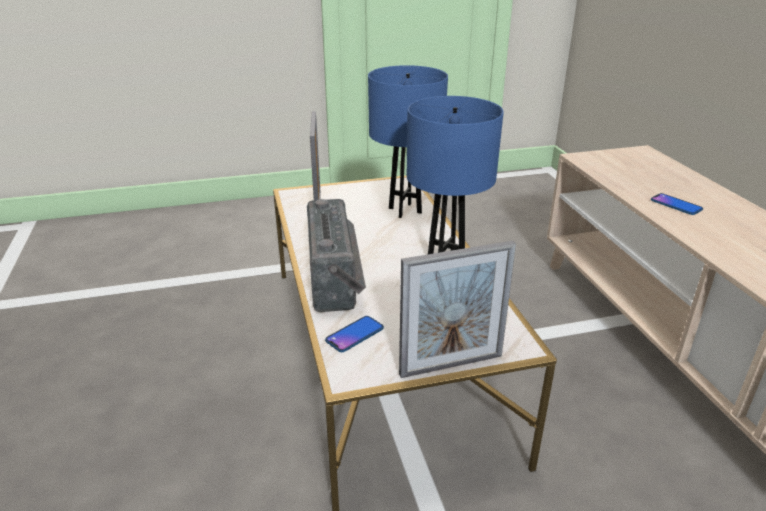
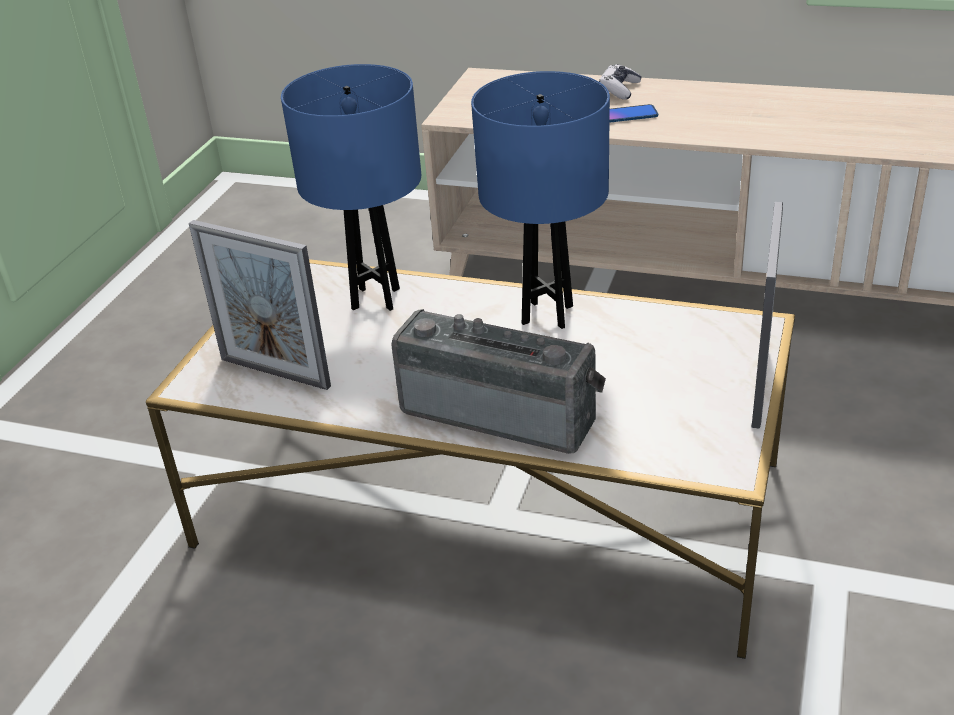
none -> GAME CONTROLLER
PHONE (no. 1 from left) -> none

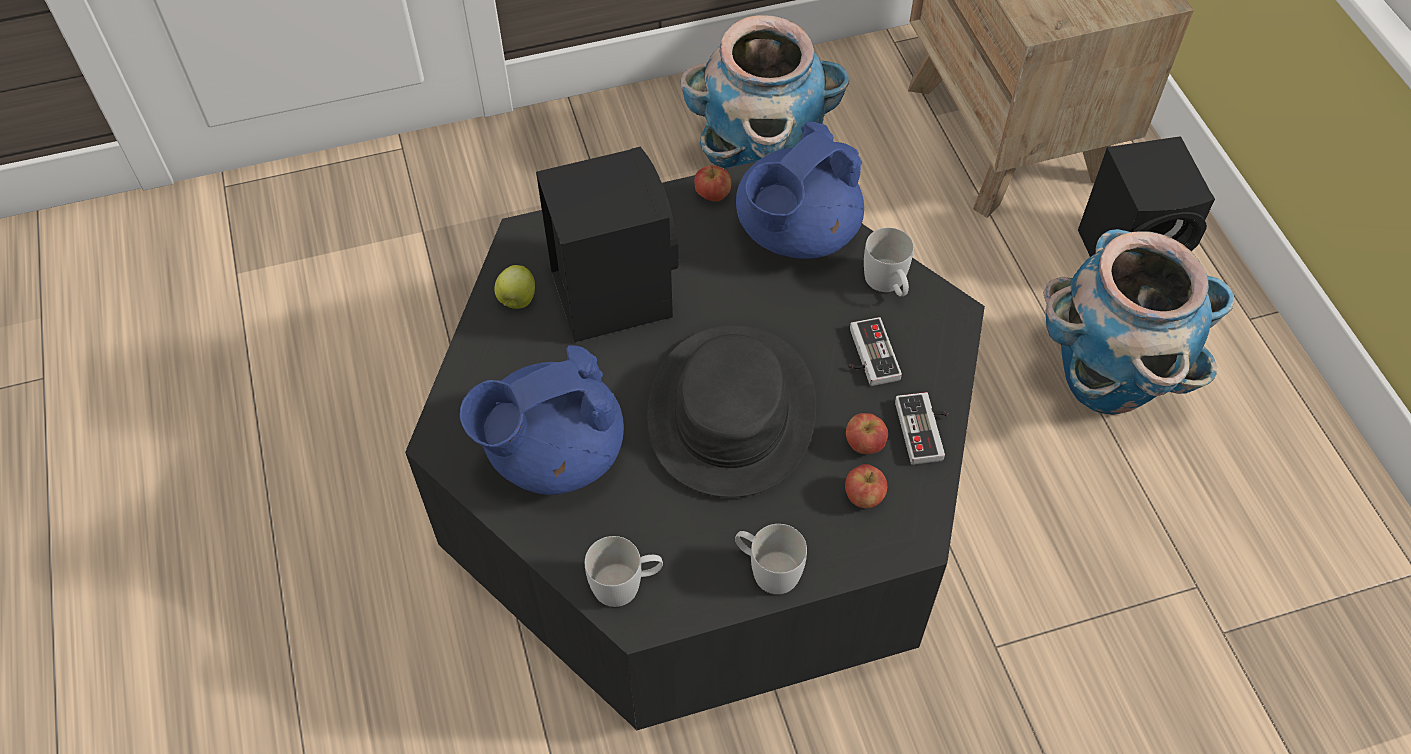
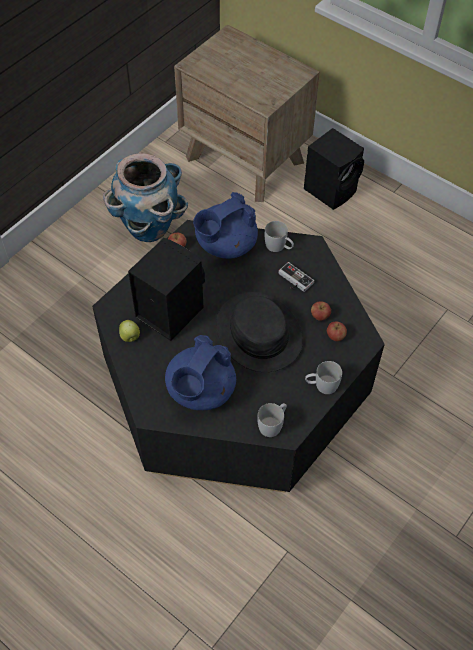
BLUE TEAPOT (no. 2 from left), 45 degrees clockwise
GAME CONTROLLER (no. 2 from left) -> none
PLANTER (no. 2 from left) -> none

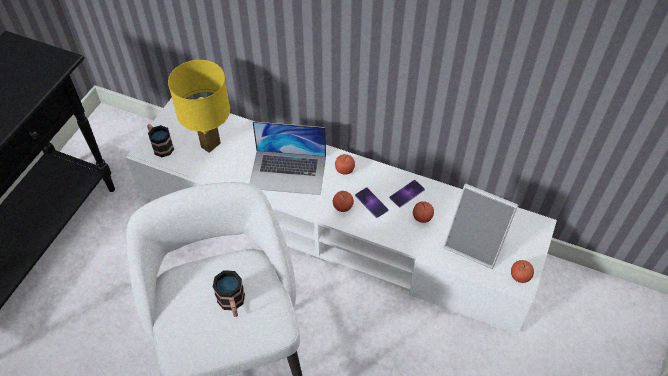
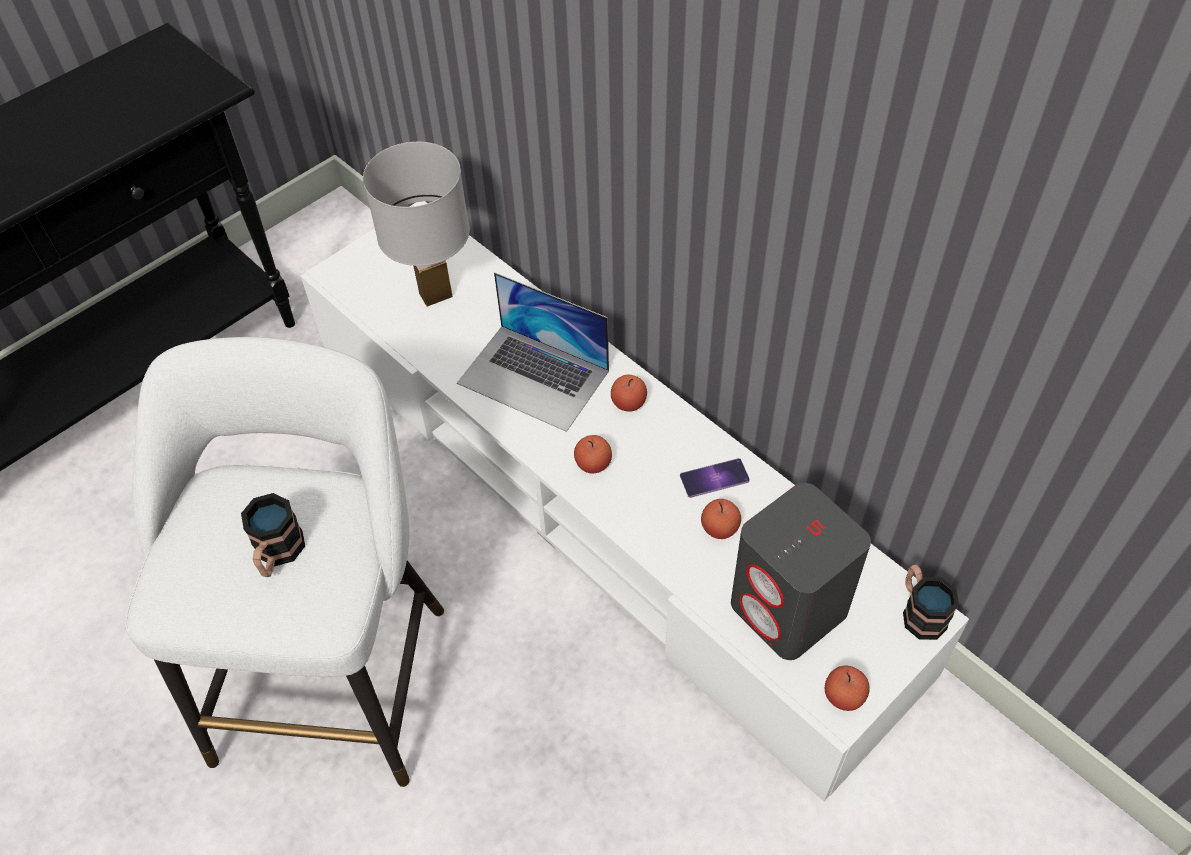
YELLOW TABLE LAMP -> WHITE TABLE LAMP
PICTURE FRAME -> GREY SPEAKER
MUG (no. 1 from left in the first image) -> MUG (no. 2 from left), shifted
PHONE (no. 1 from left) -> none

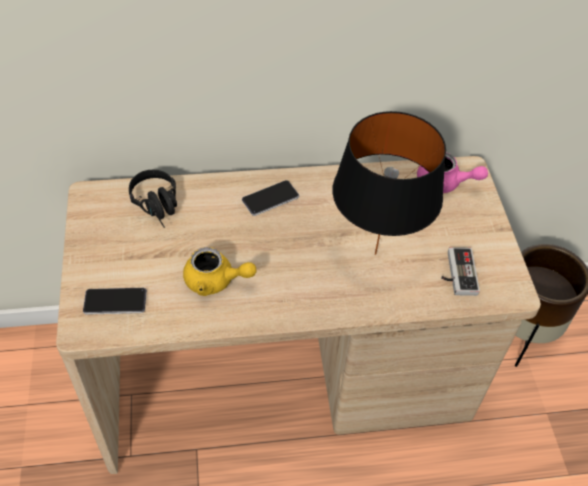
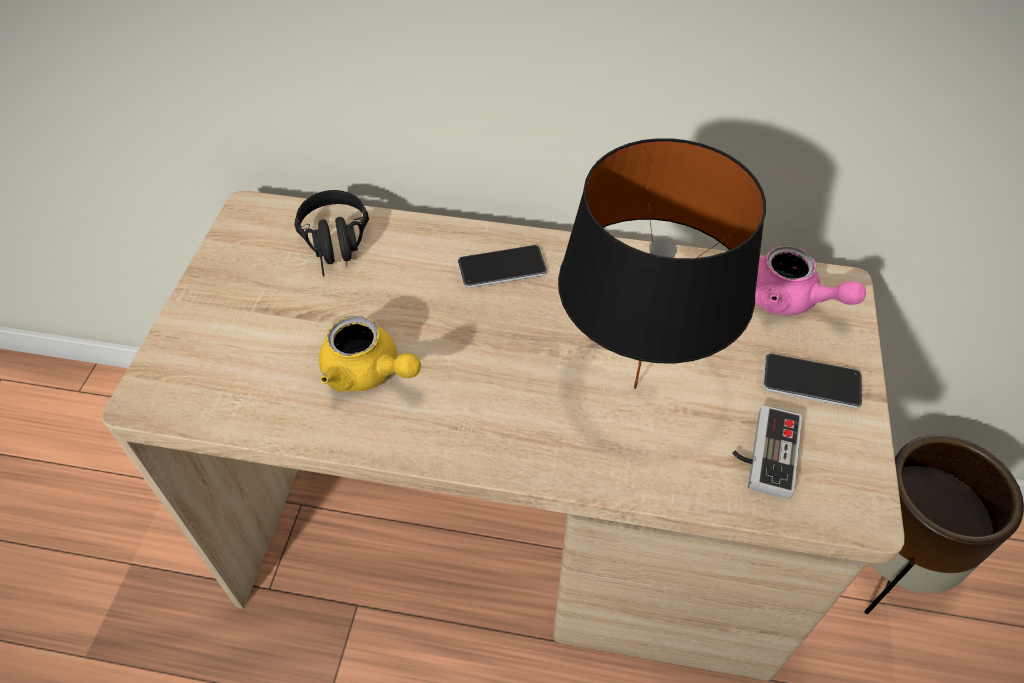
PHONE (no. 1 from left in the first image) -> PHONE (no. 2 from left), shifted

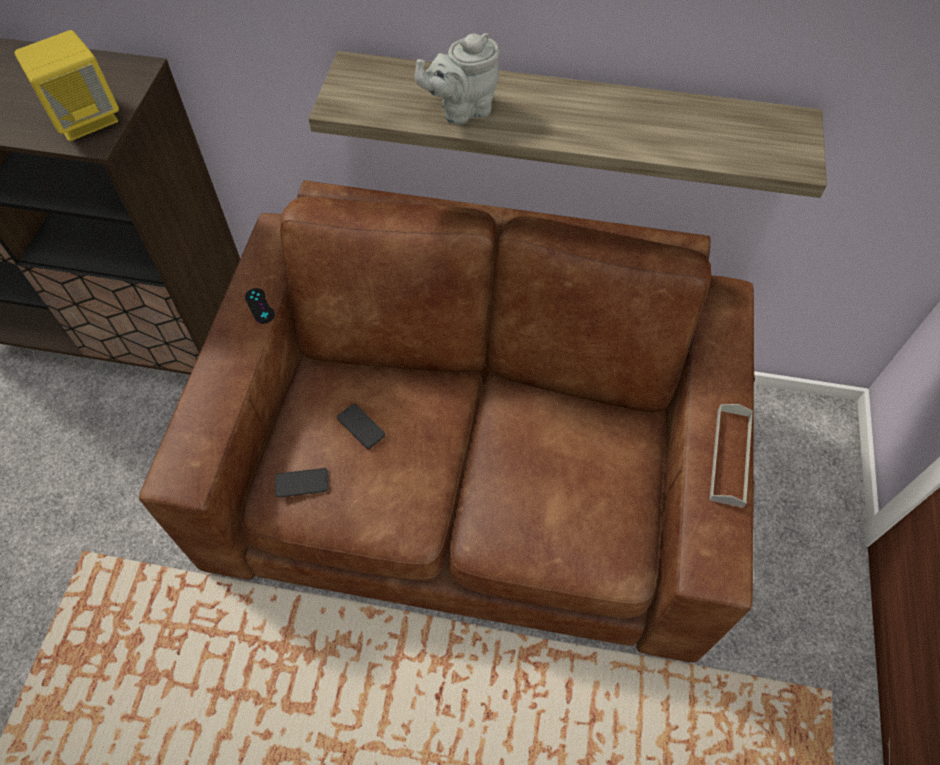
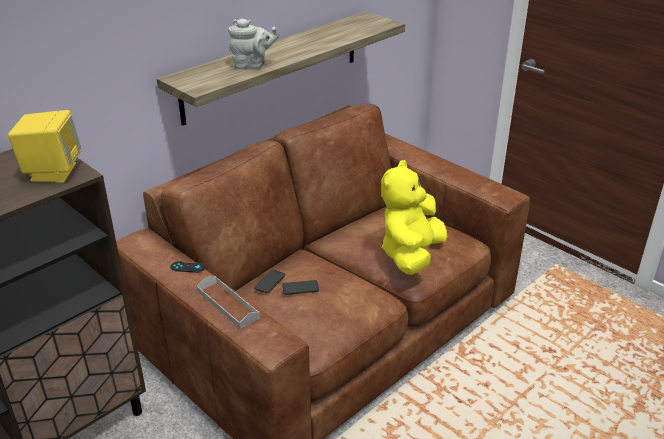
GREY TRAY, shifted
GREY TEAPOT, 105 degrees counterclockwise
PHONE (no. 1 from left), shifted
none -> YELLOW PLUSH TOY

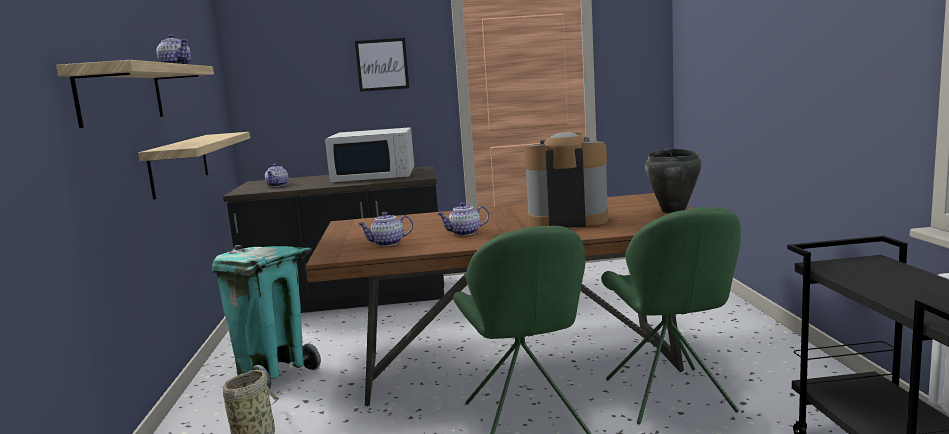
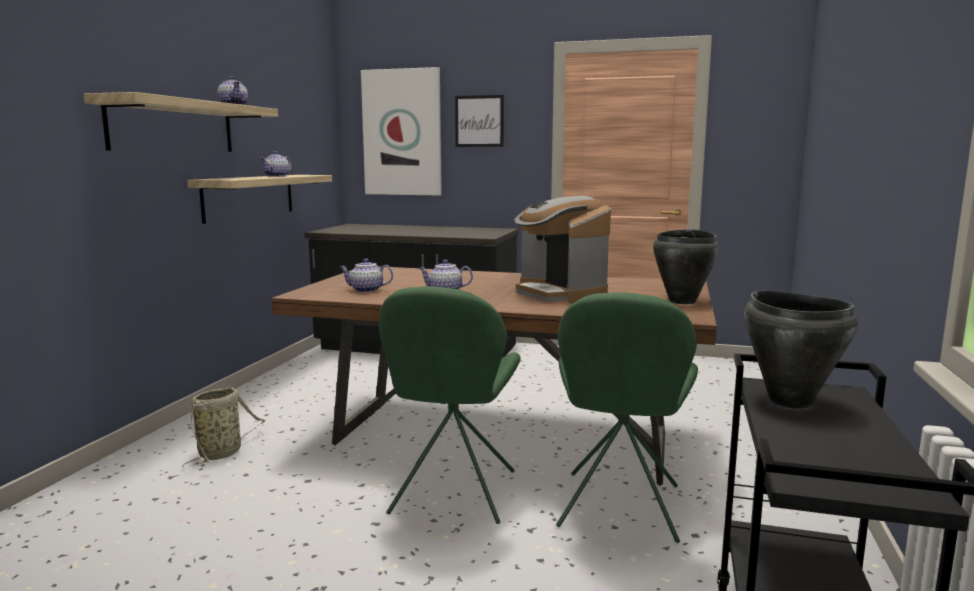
TEAPOT (no. 2 from left), shifted
none -> PICTURE (no. 1 from left)
COFFEE MACHINE, 150 degrees counterclockwise
none -> BLACK COOKING POT (no. 2 from left)
TURQUOISE TRASH CAN -> none
WHITE MICROWAVE -> none

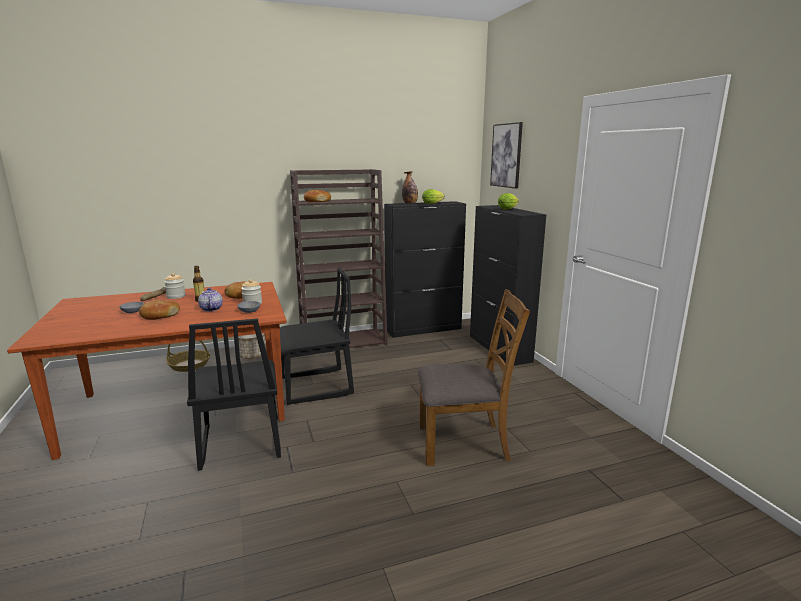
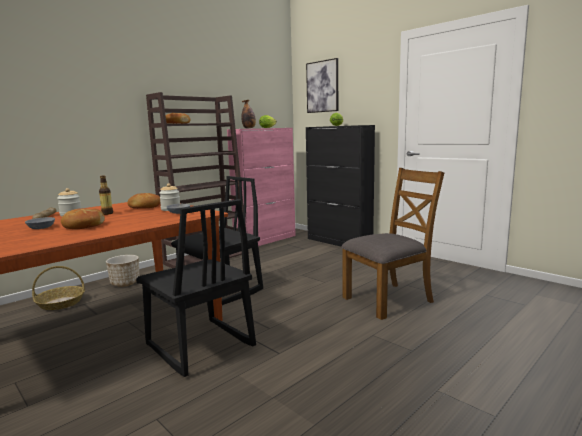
BLACK CABINET (no. 1 from left) -> PINK CABINET
TEAPOT -> none

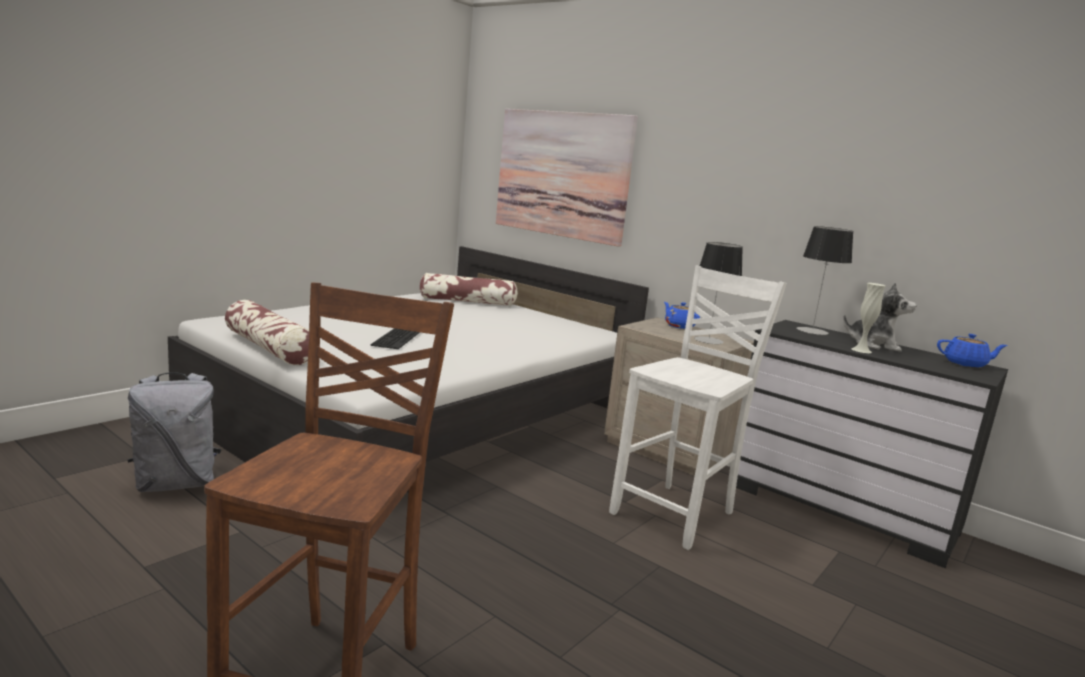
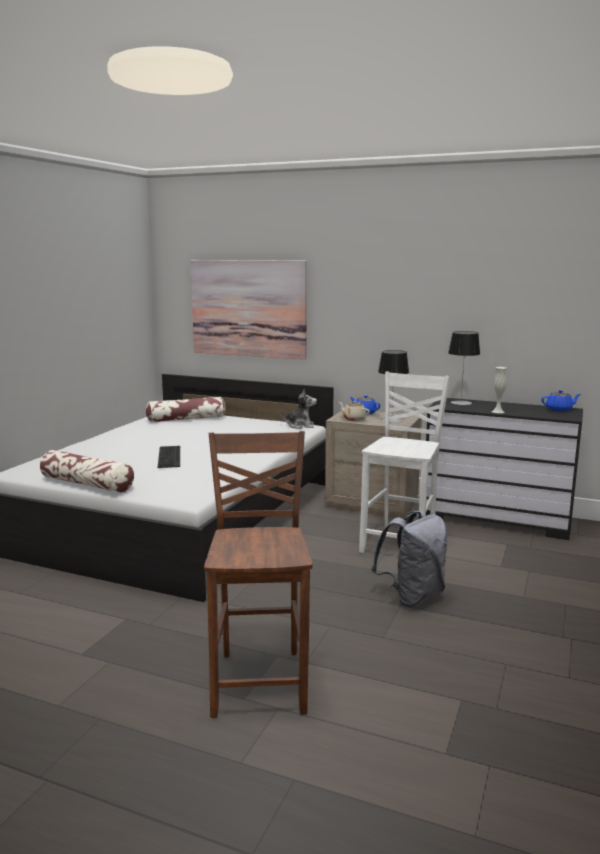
PLUSH TOY, shifted
none -> BEIGE TEAPOT
GREY BACKPACK, shifted

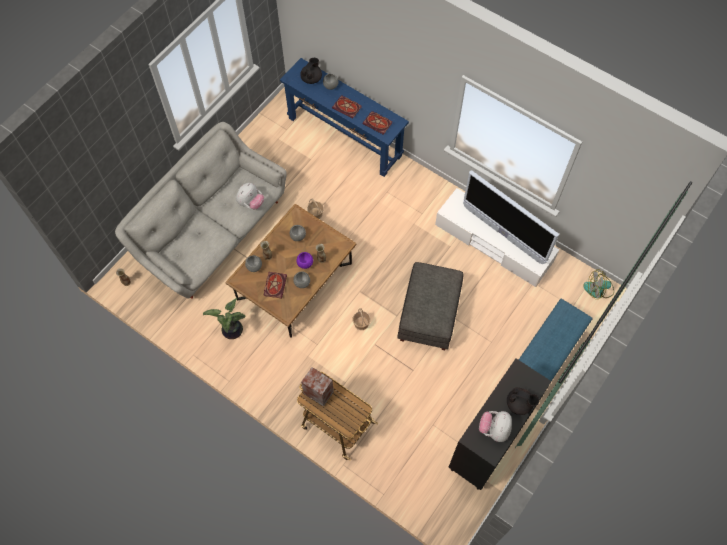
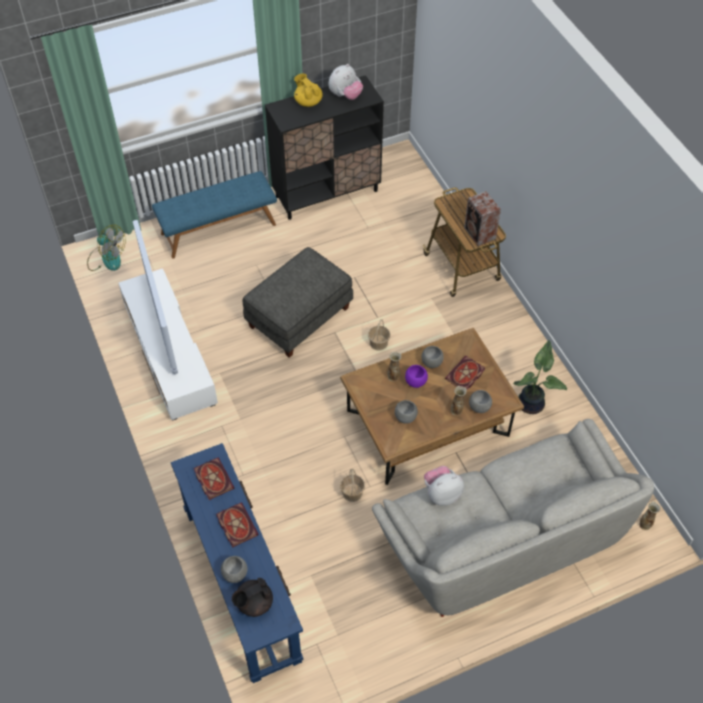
BLACK TEAPOT (no. 2 from left) -> YELLOW TEAPOT

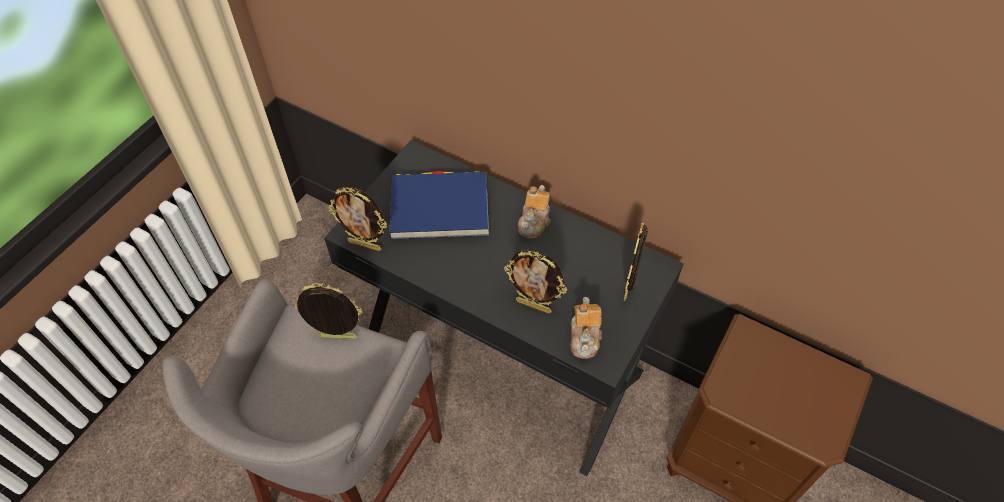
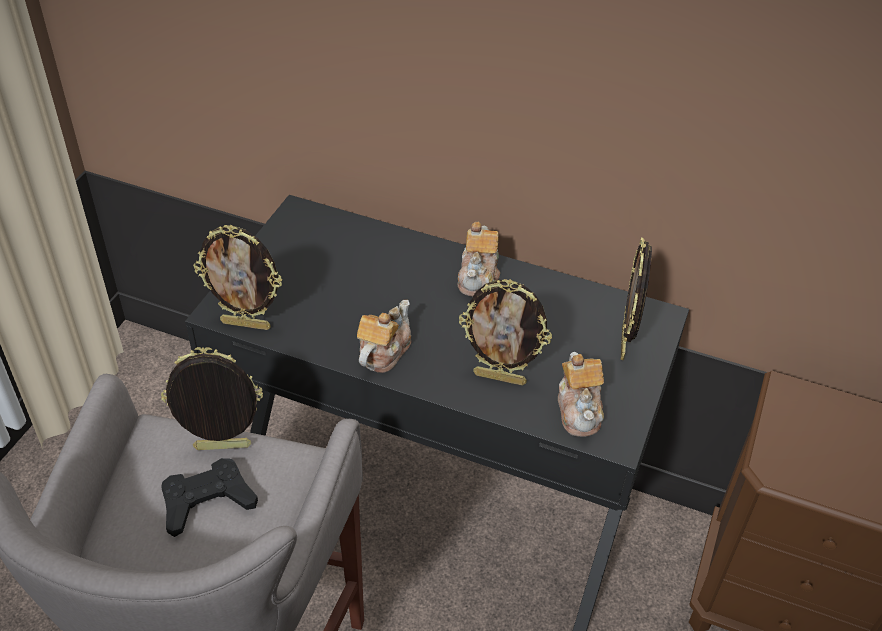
none -> BLACK GAME CONTROLLER
none -> TEAPOT (no. 1 from left)
BLUE BOOK -> none

